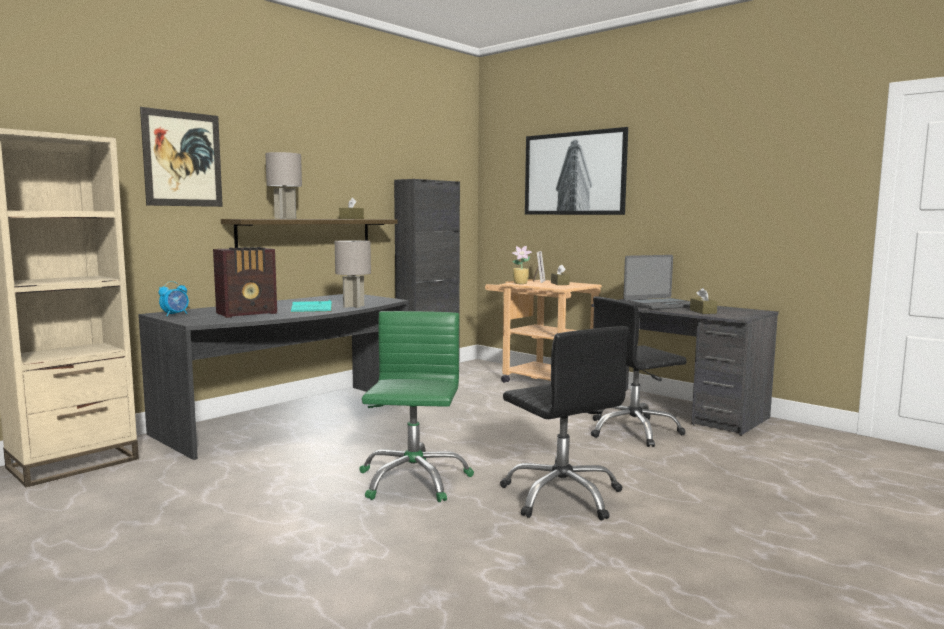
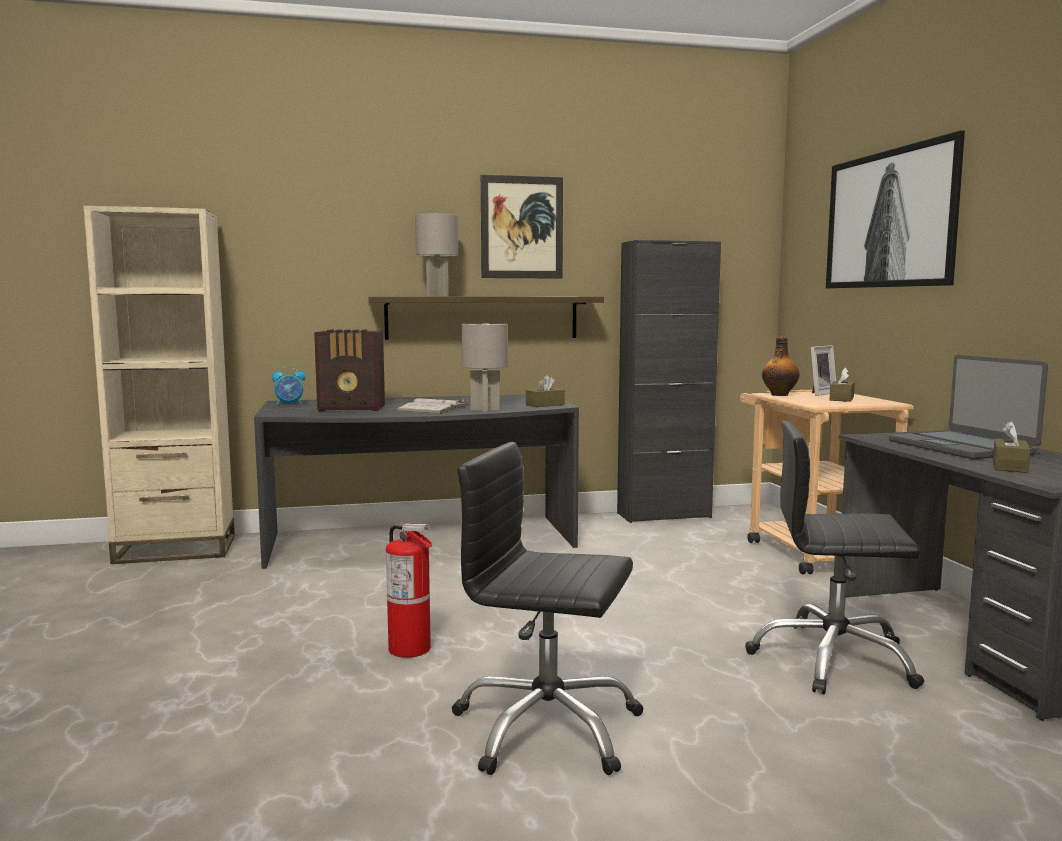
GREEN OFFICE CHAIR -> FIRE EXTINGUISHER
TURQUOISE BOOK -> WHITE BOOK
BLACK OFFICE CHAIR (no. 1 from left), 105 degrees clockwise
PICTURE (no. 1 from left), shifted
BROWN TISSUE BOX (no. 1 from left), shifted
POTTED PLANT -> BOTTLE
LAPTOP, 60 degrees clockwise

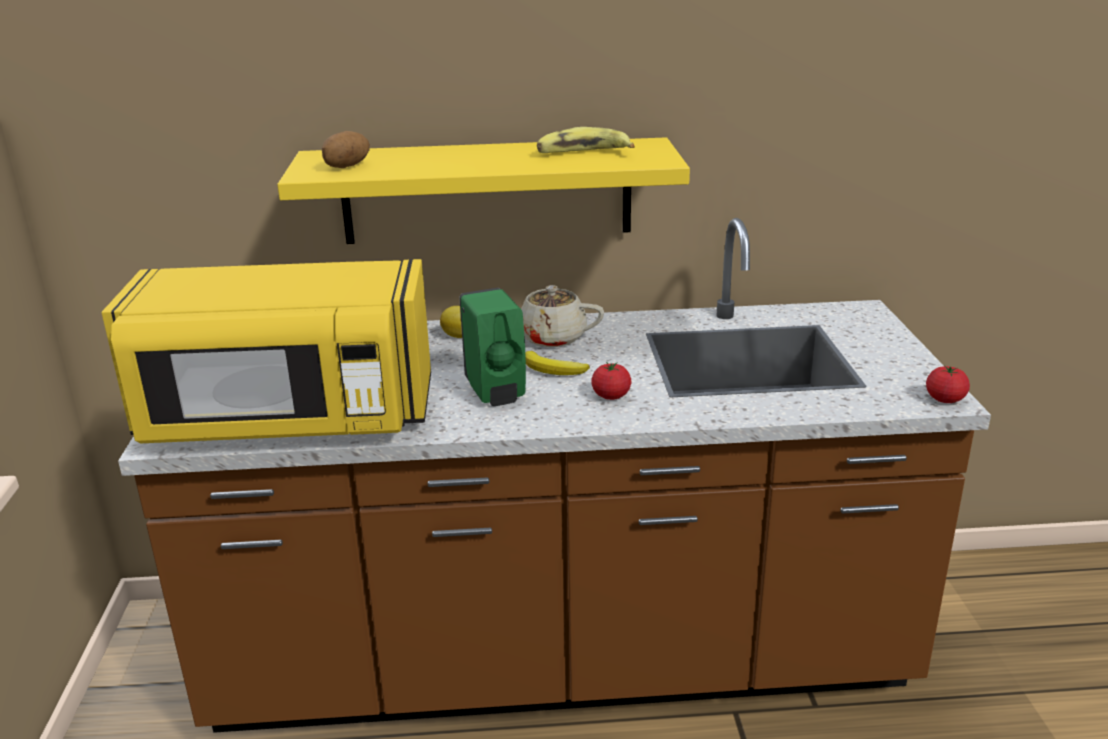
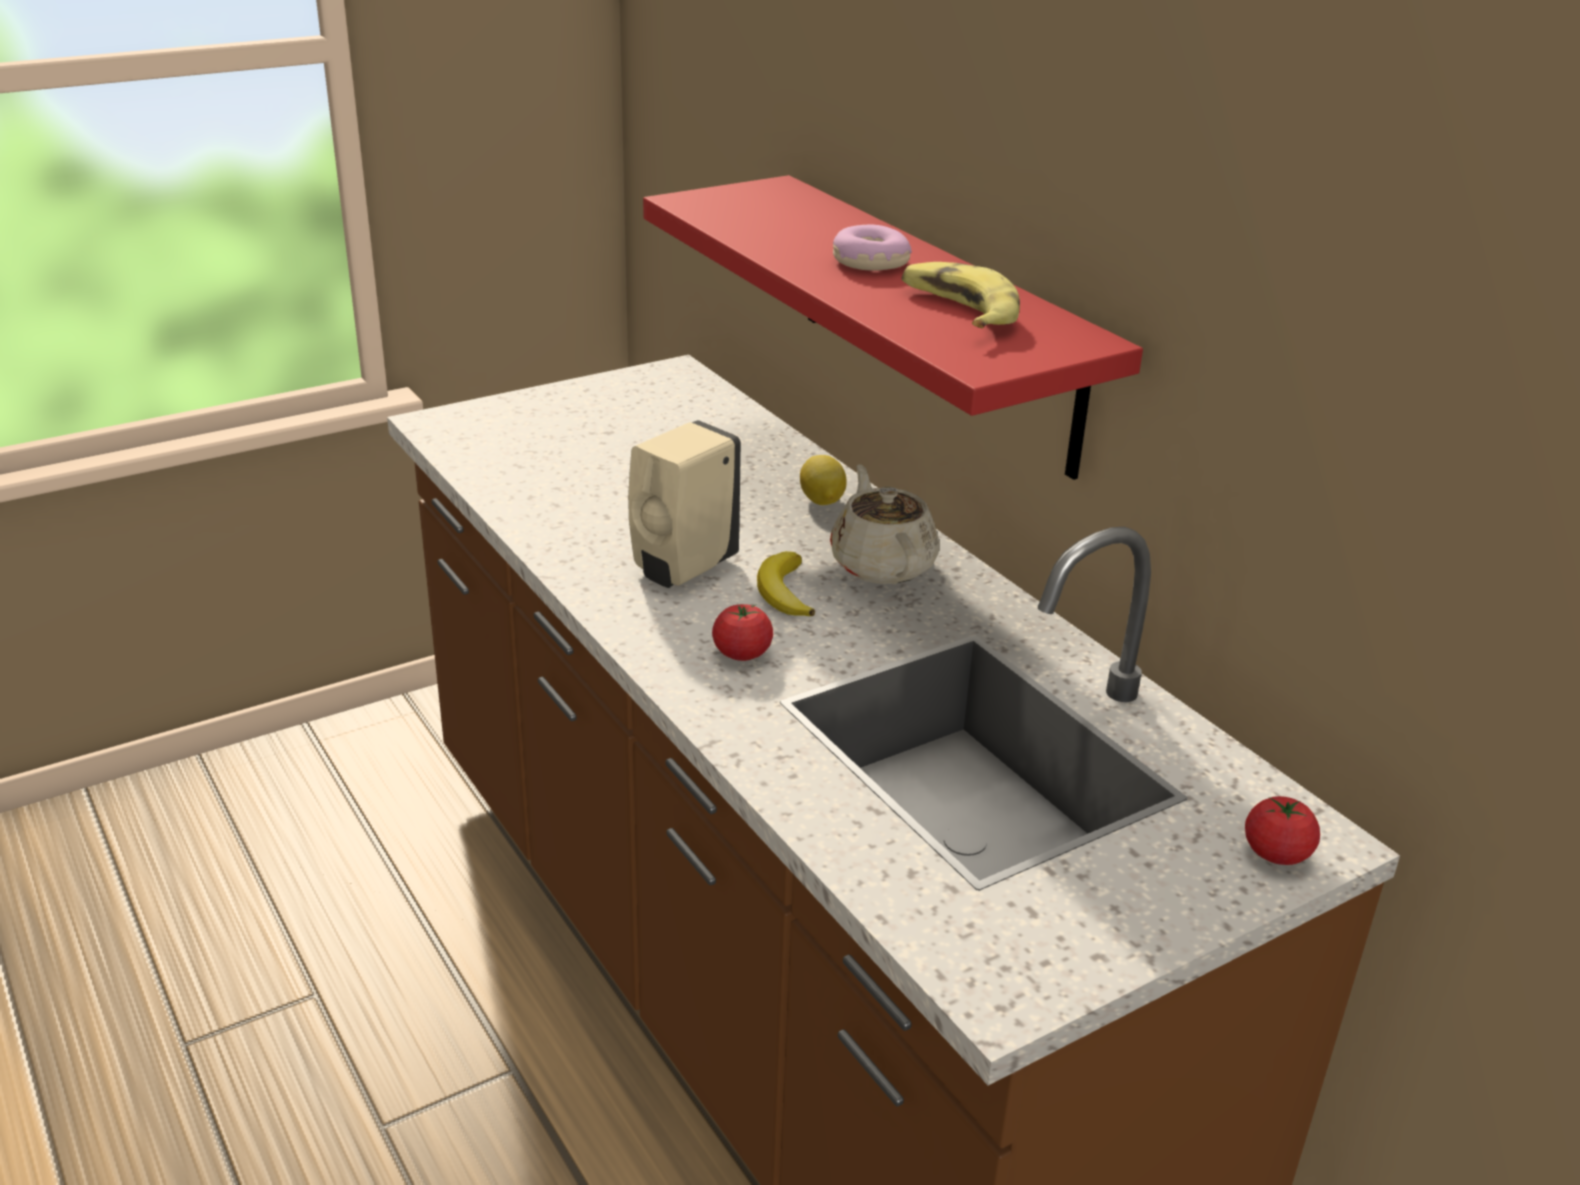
GREEN SOAP DISPENSER -> BEIGE SOAP DISPENSER
YELLOW SHELF -> RED SHELF
none -> DONUT
TOMATO (no. 2 from left), shifted
YELLOW MICROWAVE -> none
POTATO -> none

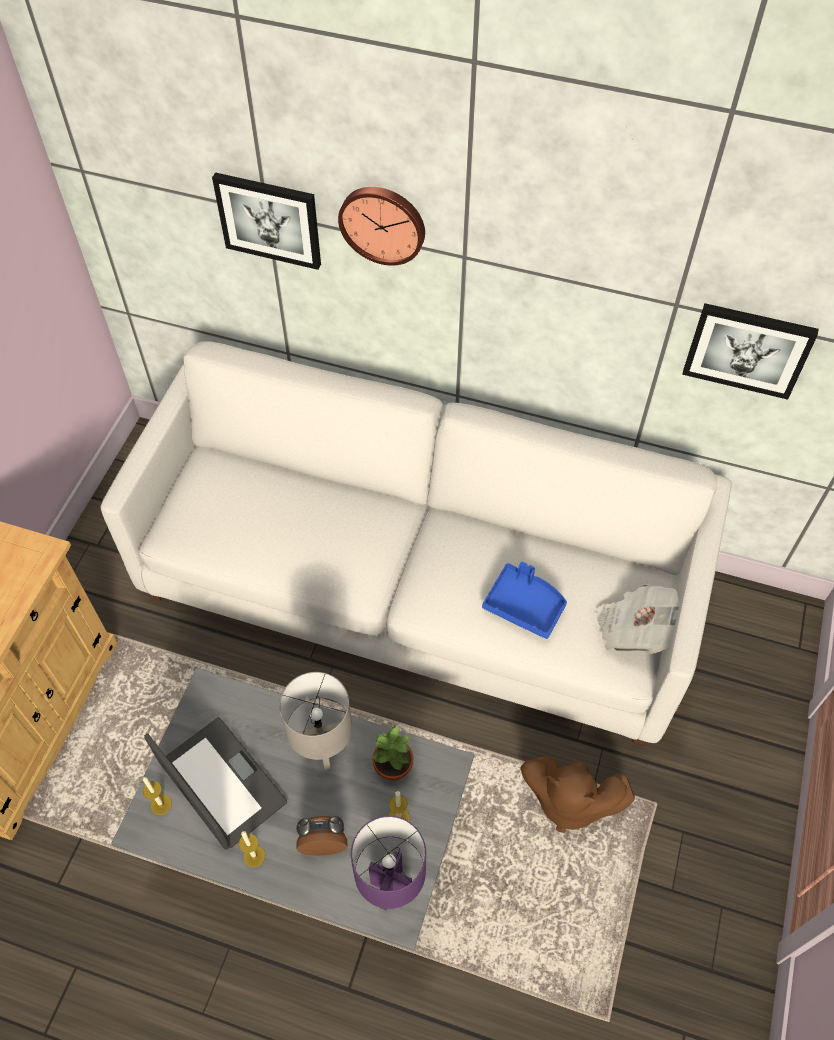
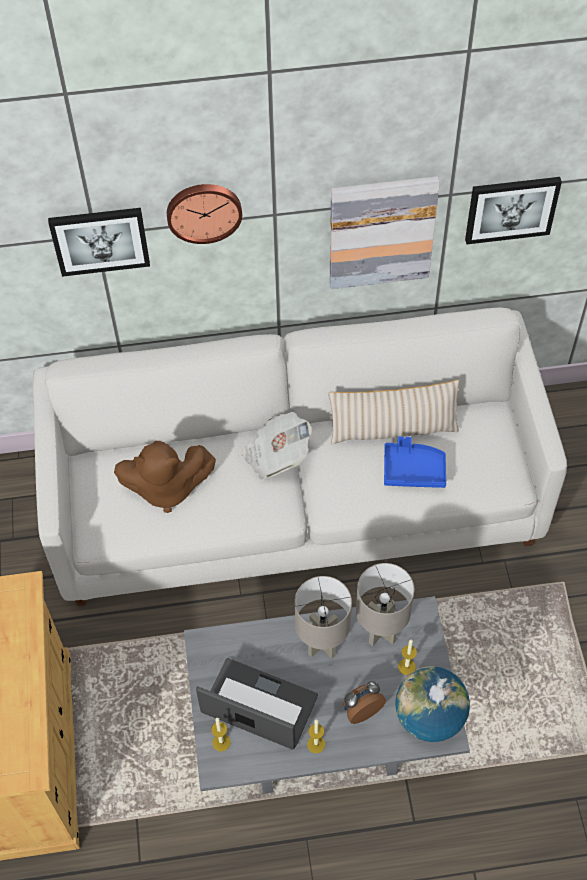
BROWN PLUSH TOY, shifted
NEWSPAPER, shifted
none -> BEIGE PILLOW
none -> PICTURE (no. 2 from left)
POTTED PLANT -> GREY TABLE LAMP (no. 2 from left)
PURPLE TABLE LAMP -> GLOBE

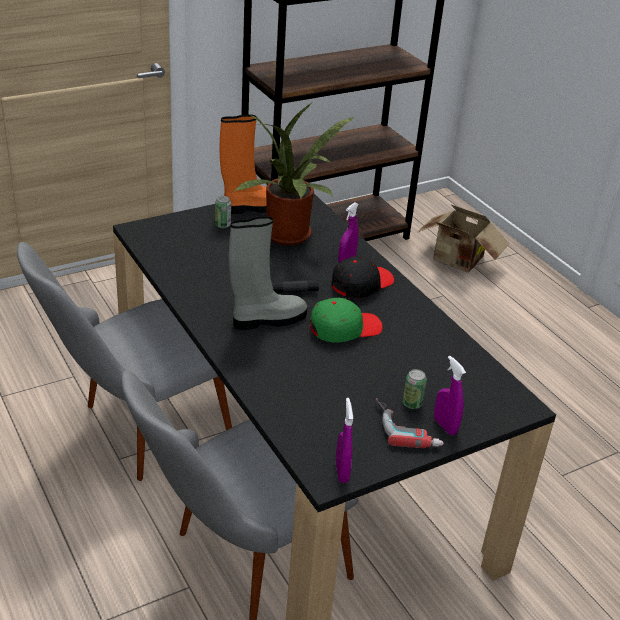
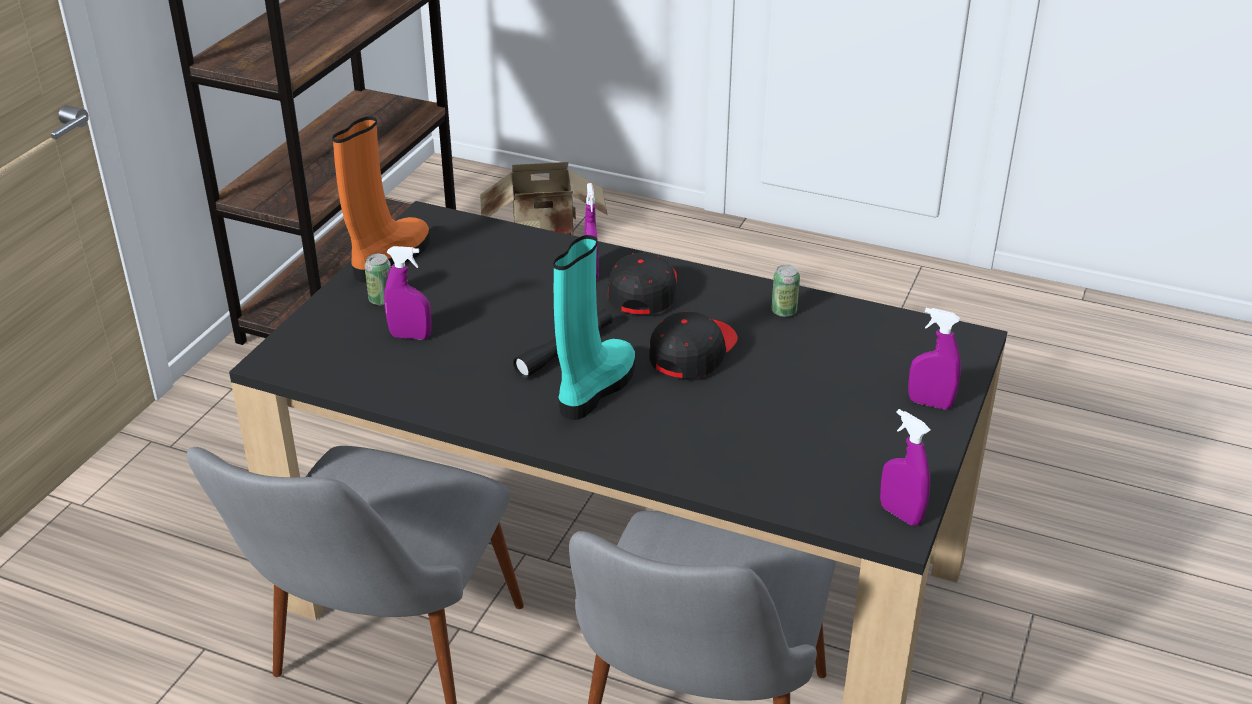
none -> PURPLE SPRAY BOTTLE (no. 1 from left)
GREY BOOT -> TURQUOISE BOOT
GREEN CAP -> BLACK CAP (no. 2 from left)
CAN (no. 2 from left), shifted
POTTED PLANT -> none
POWER DRILL -> none

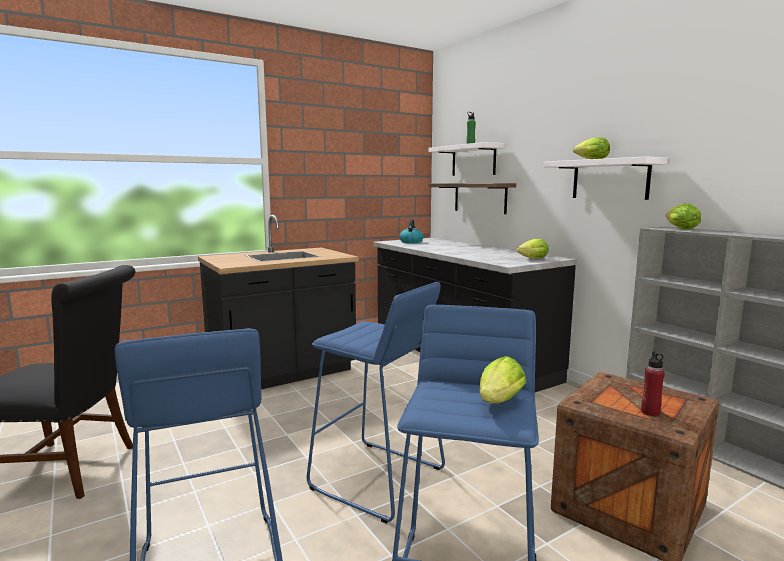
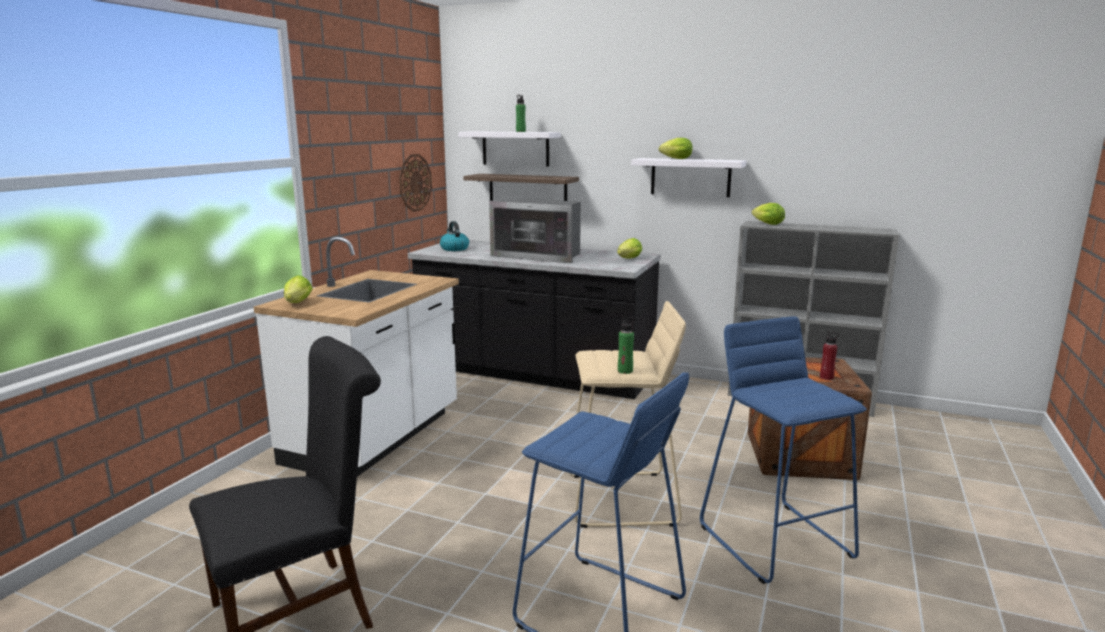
BLACK COUNTER (no. 1 from left) -> WHITE COUNTER
LETTUCE (no. 1 from left), shifted
none -> WALL CLOCK
none -> MICROWAVE
BLUE STOOL (no. 2 from left) -> BEIGE STOOL
none -> GREEN BOTTLE (no. 2 from left)

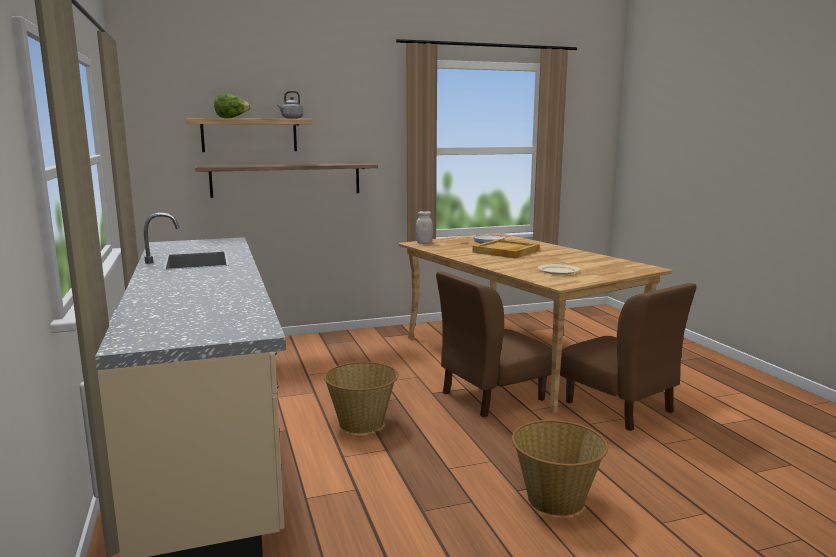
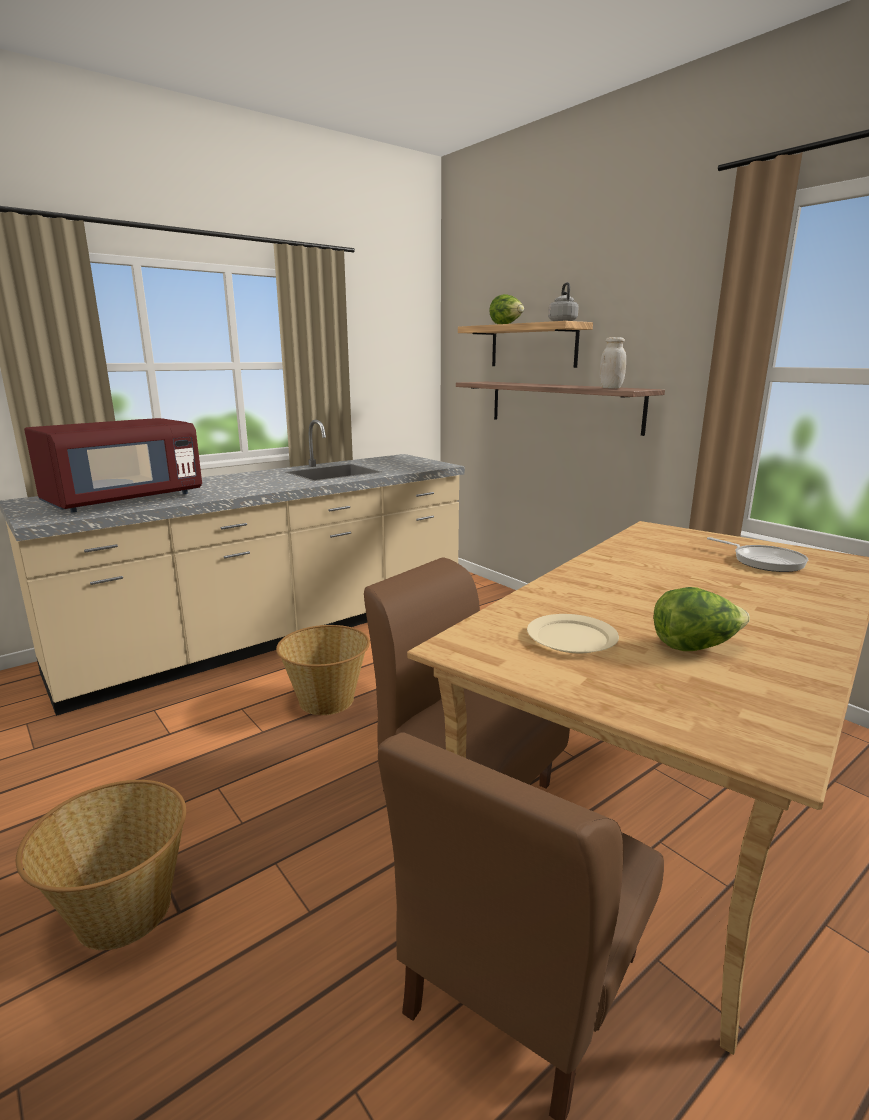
none -> RED MICROWAVE
WHITE JAR, shifted
none -> LETTUCE (no. 2 from left)
BEIGE TRAY -> none

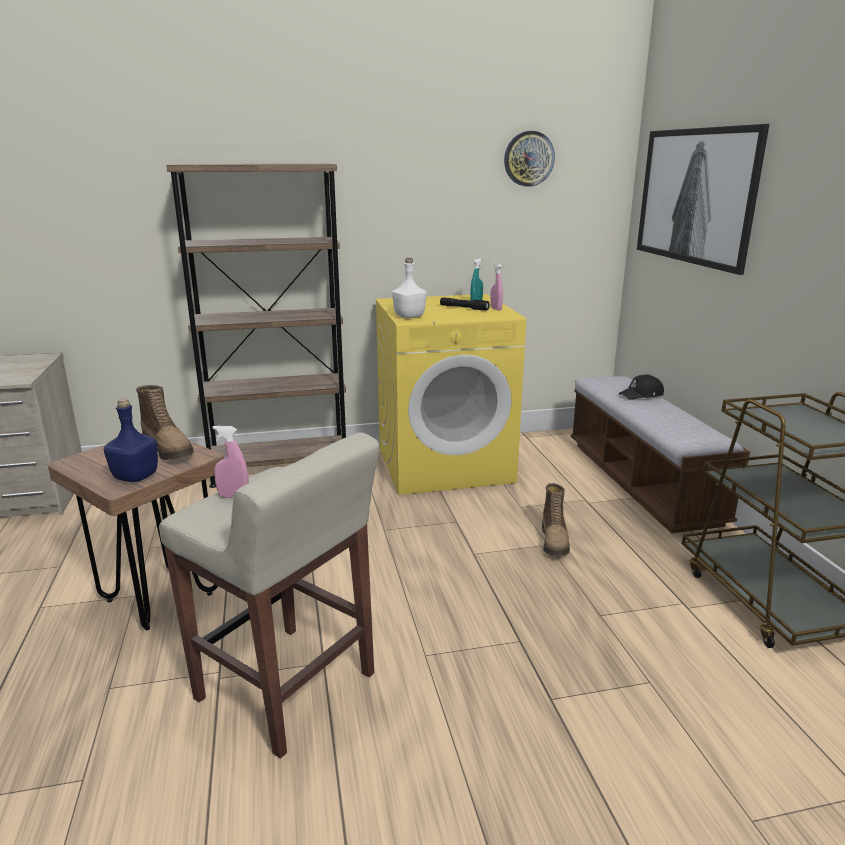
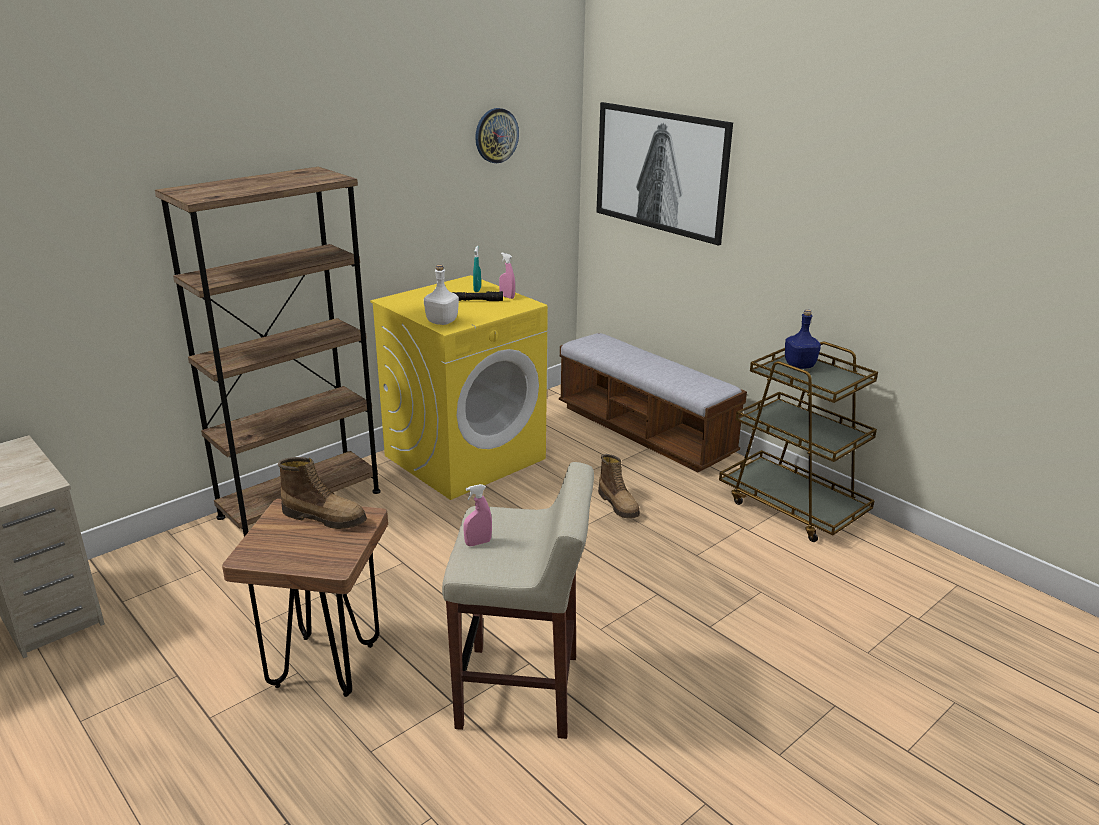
BLUE BOTTLE, shifted
BLACK CAP -> none

